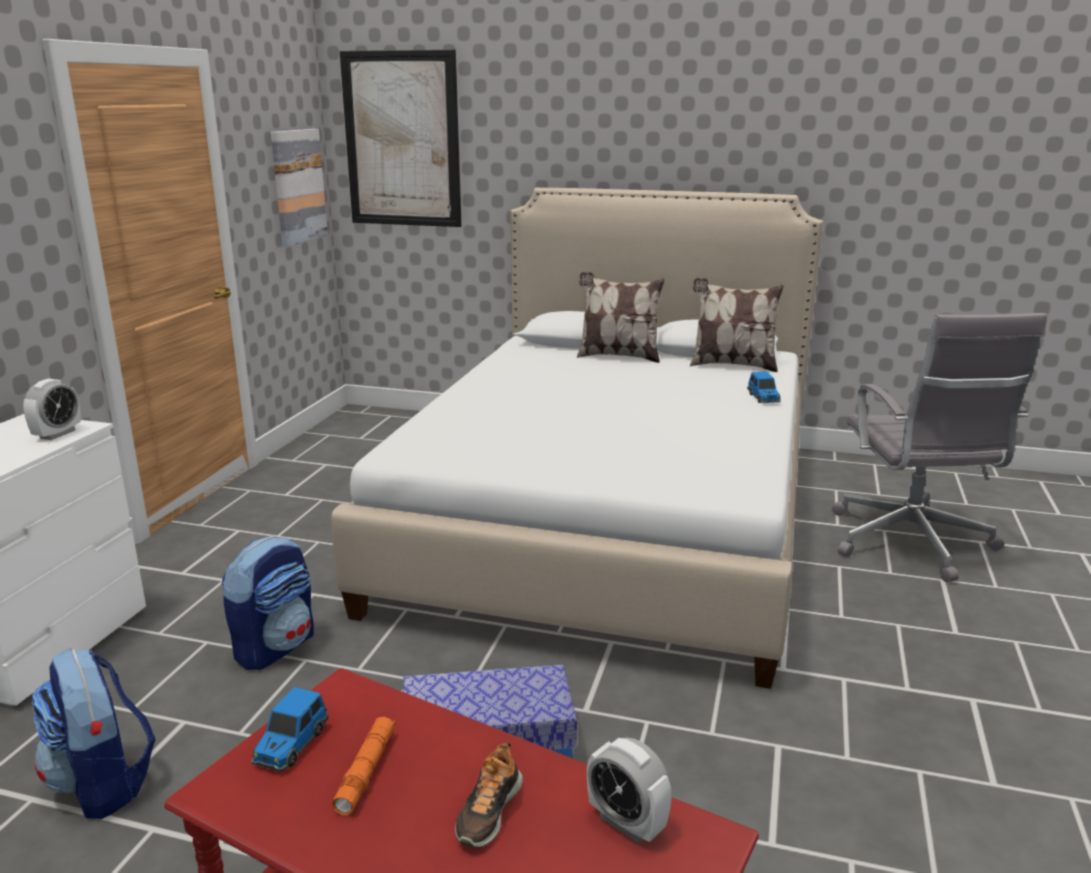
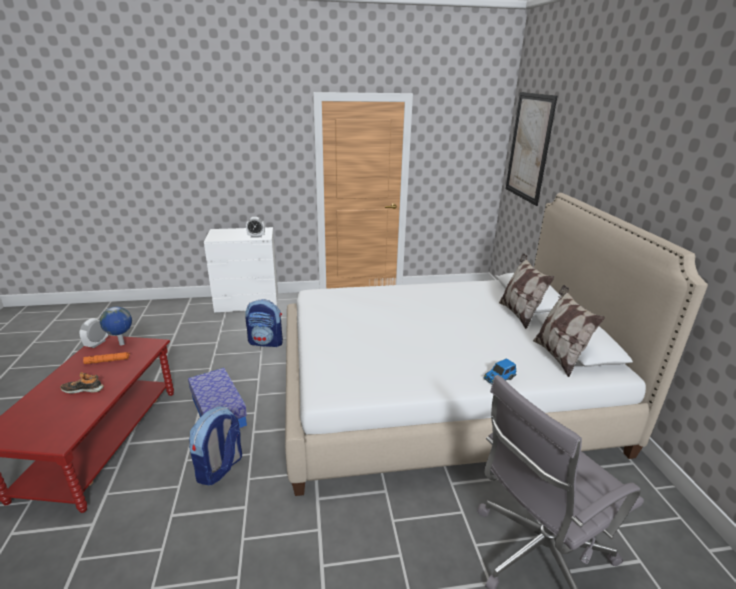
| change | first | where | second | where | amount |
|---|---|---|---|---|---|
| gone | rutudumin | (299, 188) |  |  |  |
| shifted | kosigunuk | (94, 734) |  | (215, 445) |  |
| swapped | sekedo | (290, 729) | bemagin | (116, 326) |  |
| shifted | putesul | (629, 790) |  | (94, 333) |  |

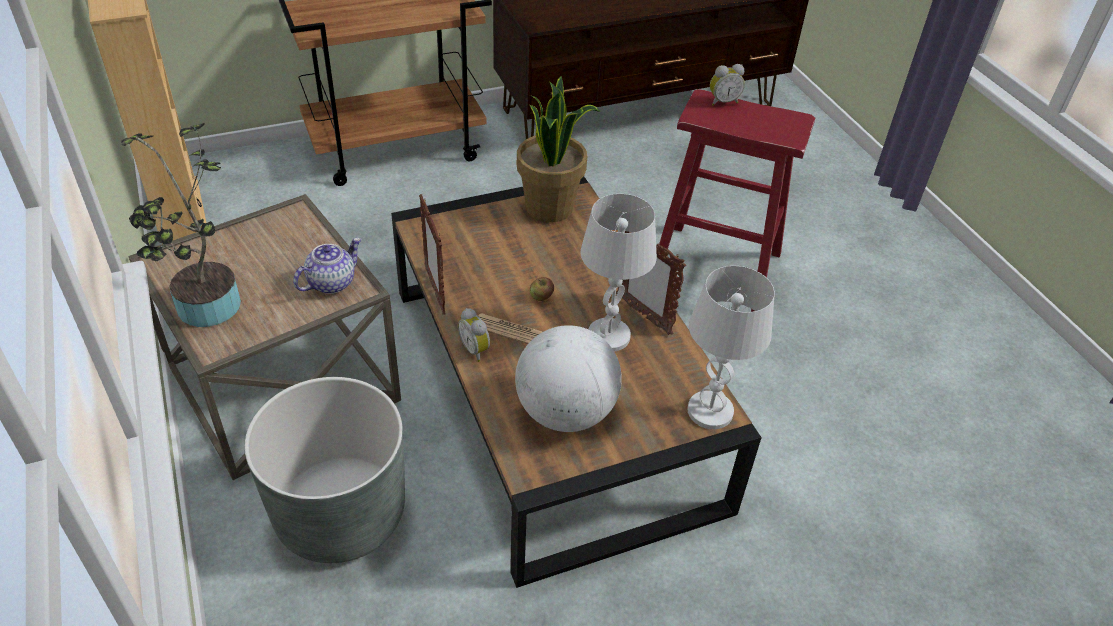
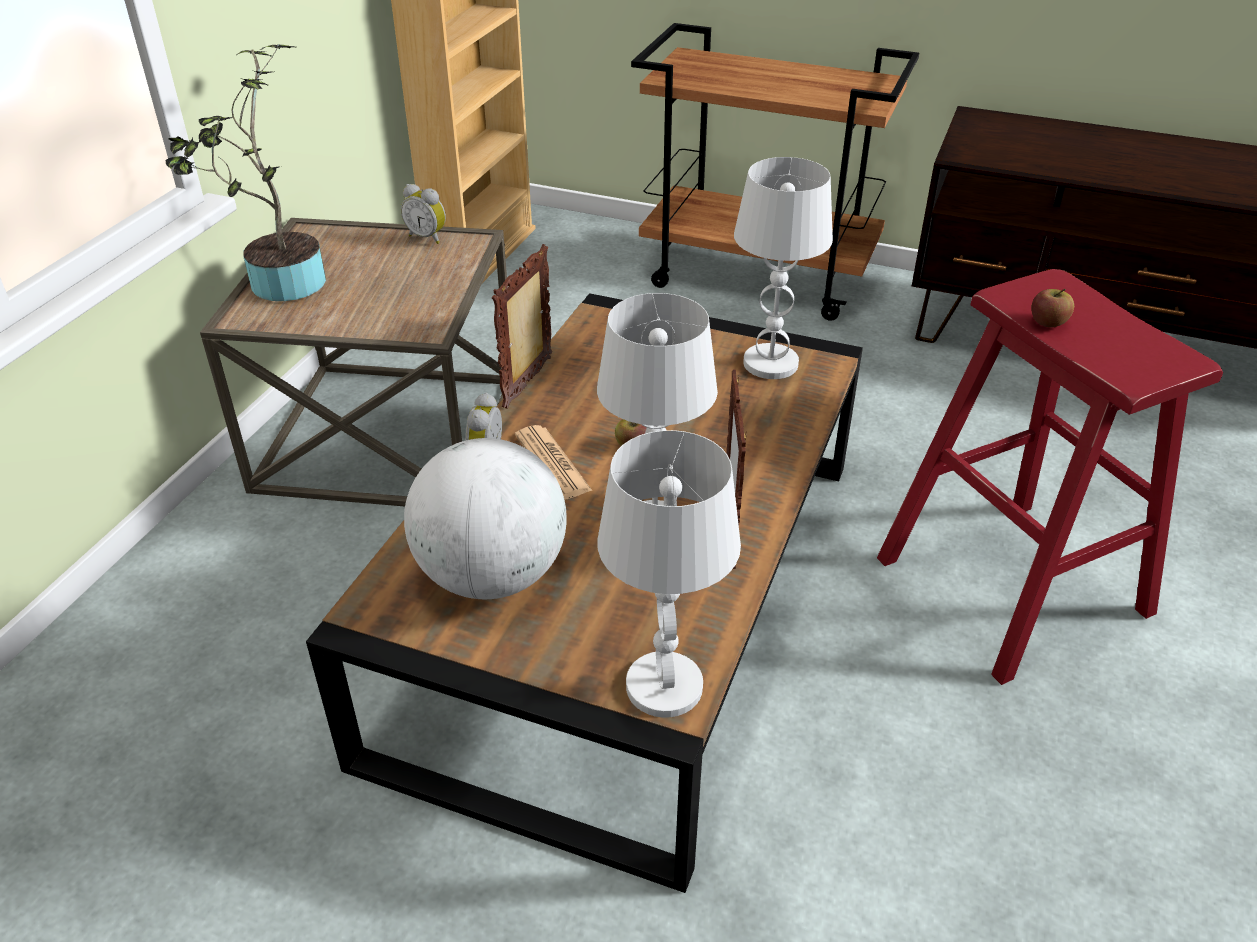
| change | first | where | second | where | amount |
|---|---|---|---|---|---|
| shifted | putesul | (727, 85) |  | (423, 214) |  |
| swapped | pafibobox | (558, 149) | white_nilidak | (783, 268) |  |
| gone | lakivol | (327, 266) |  |  |  |
| gone | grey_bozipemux | (324, 470) |  |  |  |
| new |  |  | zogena | (1052, 308) |  |

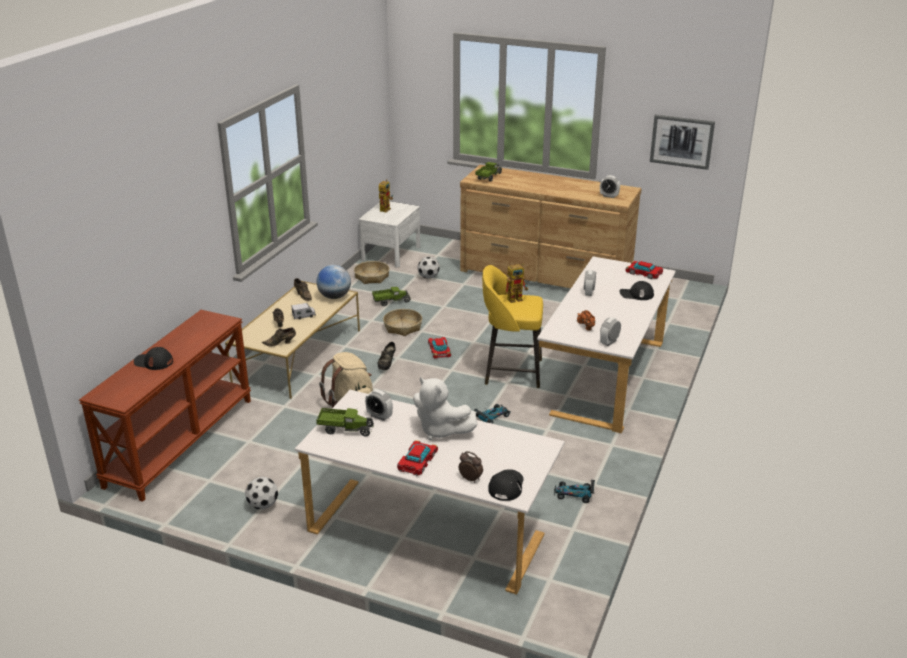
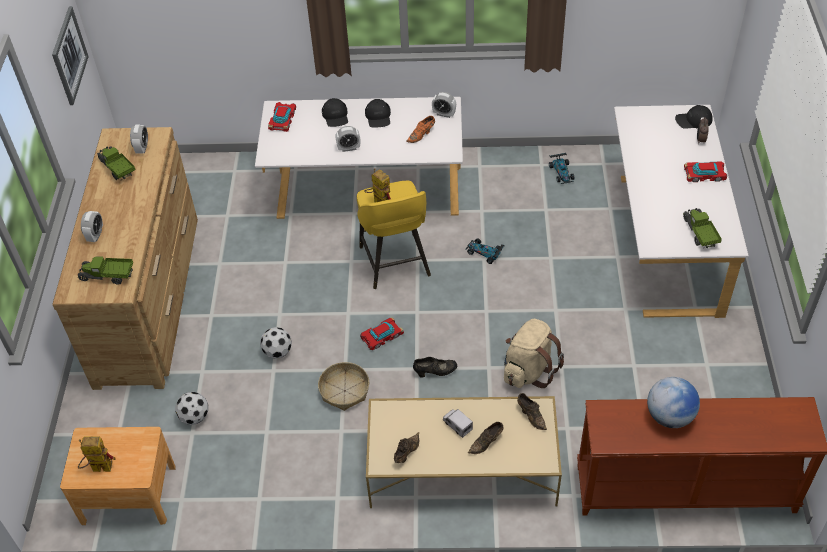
| change | first | where | second | where | amount |
|---|---|---|---|---|---|
| repainted | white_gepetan | (389, 234) | brown_gepetan | (118, 476) |  |
| gone | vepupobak | (372, 272) |  |  |  |
| shifted | bemagin | (334, 282) |  | (673, 402) |  |
| shifted | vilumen | (391, 296) |  | (116, 163) |  |
| shifted | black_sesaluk | (153, 358) |  | (378, 113) |  |
| gone | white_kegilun | (445, 408) |  |  |  |
| shifted | putesul | (379, 405) |  | (92, 226) |  |
| shifted | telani | (261, 493) |  | (276, 343) |  |

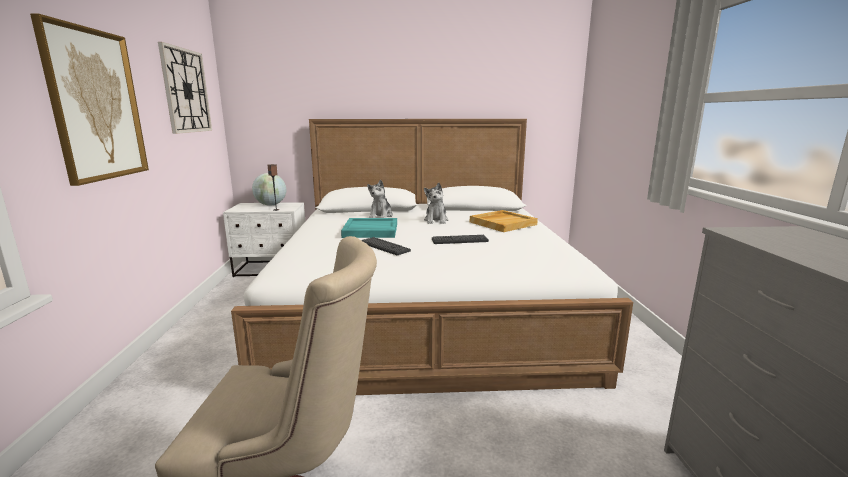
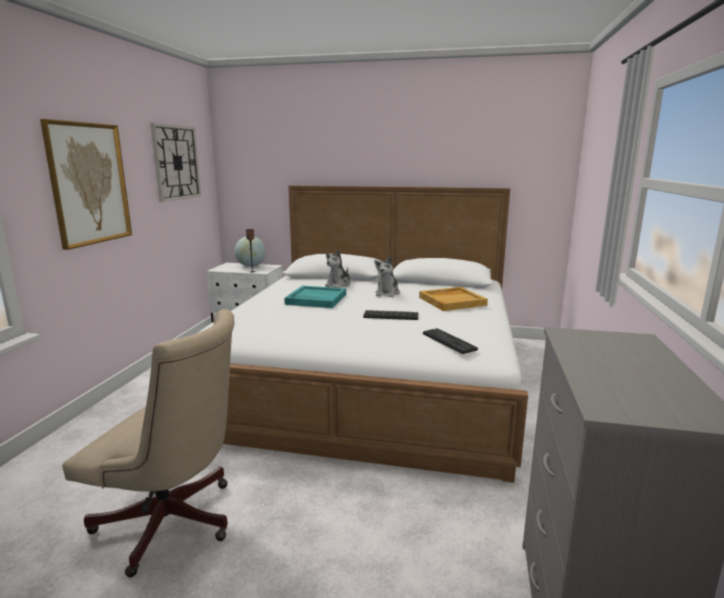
| change | first | where | second | where | amount |
|---|---|---|---|---|---|
| shifted | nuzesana | (386, 246) |  | (450, 341) |  |

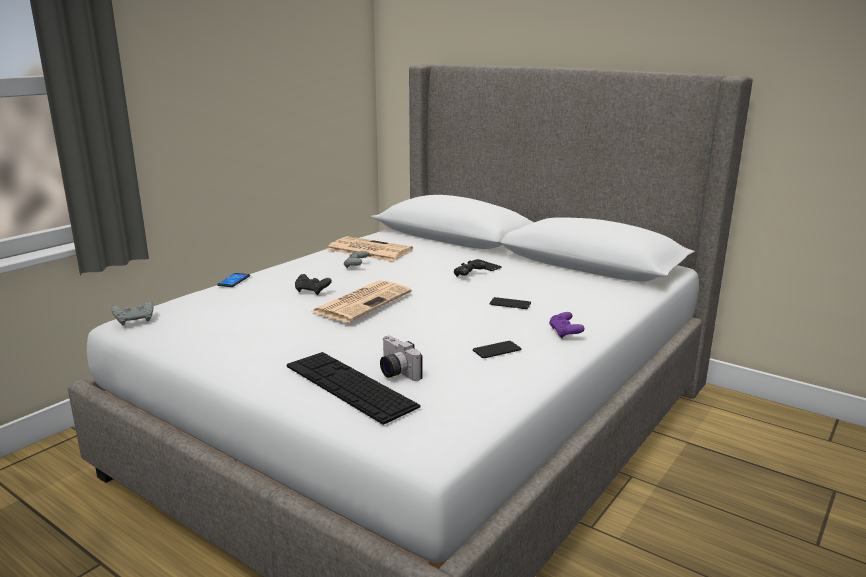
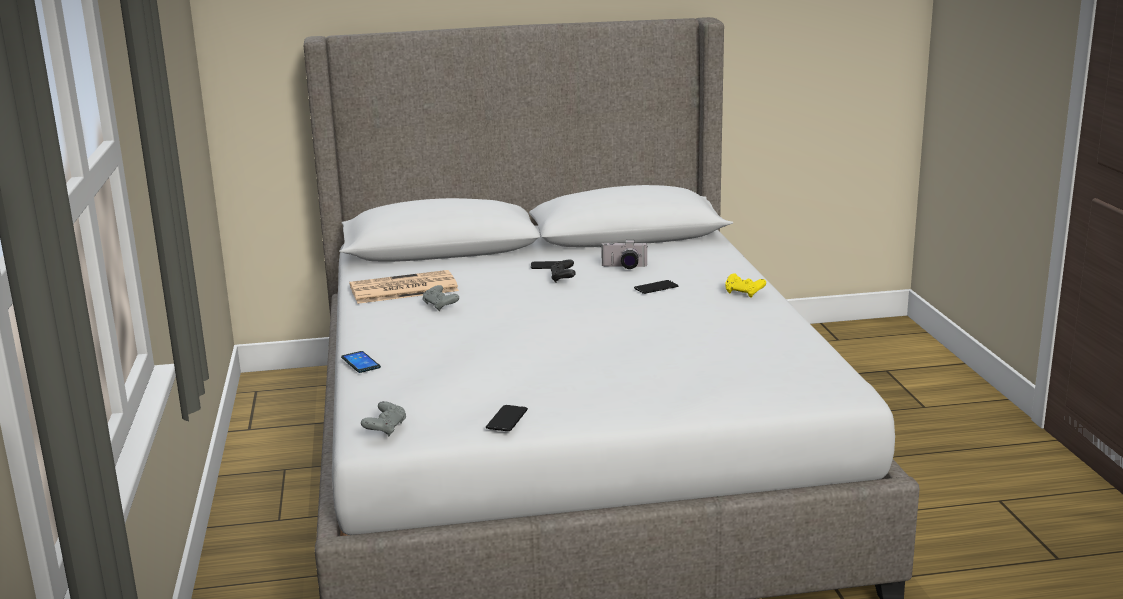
| change | first | where | second | where | amount |
|---|---|---|---|---|---|
| gone | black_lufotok | (313, 284) |  |  |  |
| gone | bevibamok | (361, 301) |  |  |  |
| repainted | purple_lufotok | (567, 325) | yellow_lufotok | (745, 285) |  |
| shifted | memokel | (401, 358) |  | (624, 254) |  |
| shifted | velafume | (497, 349) |  | (507, 418) |  |
| gone | nuzesana | (353, 388) |  |  |  |

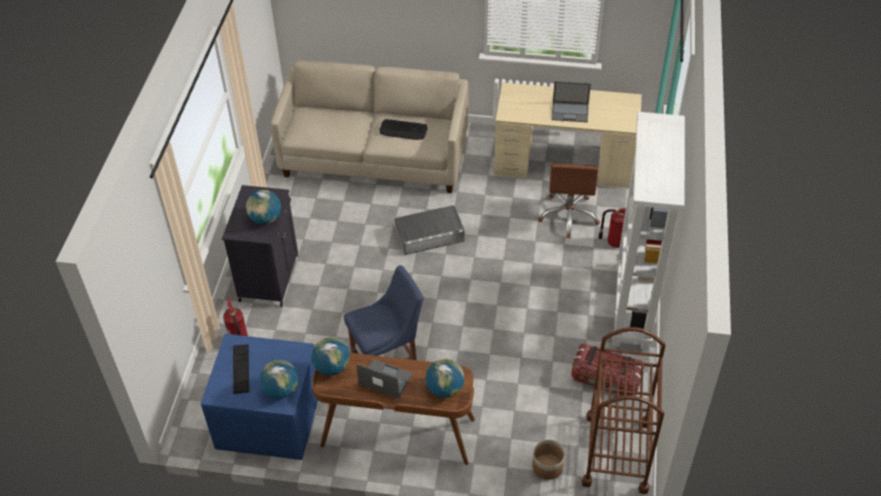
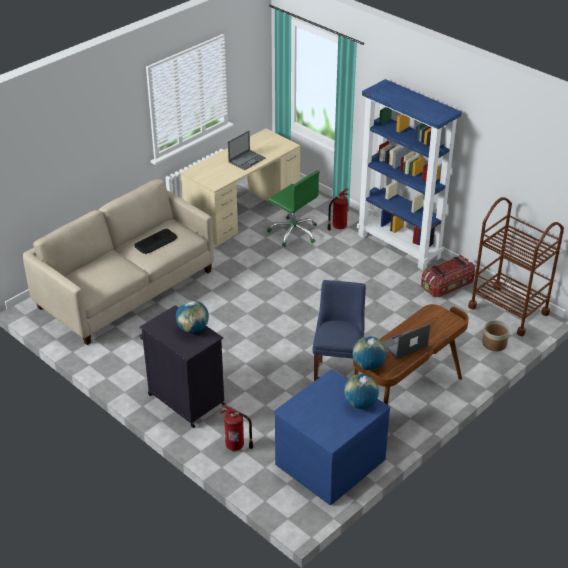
| change | first | where | second | where | amount |
|---|---|---|---|---|---|
| repainted | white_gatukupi | (648, 231) | blue_gatukupi | (409, 174) |  |
| repainted | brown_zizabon | (569, 200) | green_zizabon | (293, 208) |  |
| gone | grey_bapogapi | (429, 230) |  |  |  |
| gone | nuzesana | (241, 369) |  |  |  |
| gone | bemagin | (445, 378) |  |  |  |

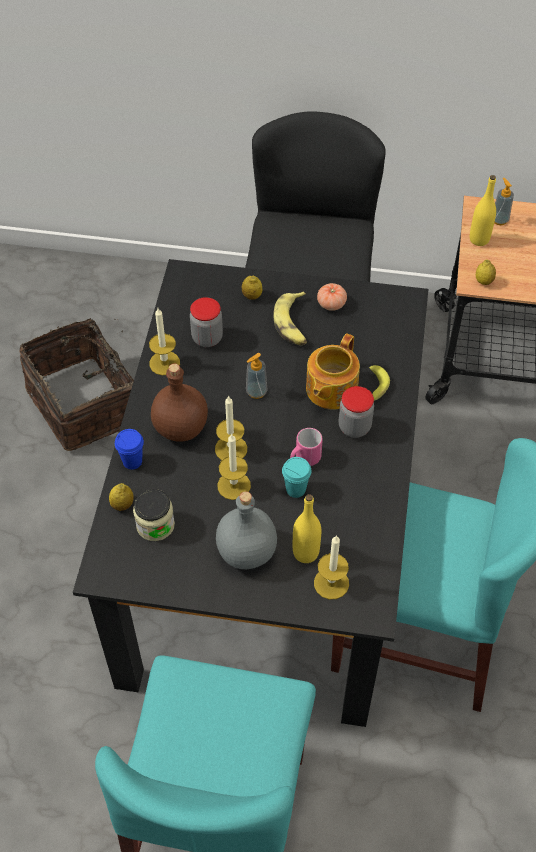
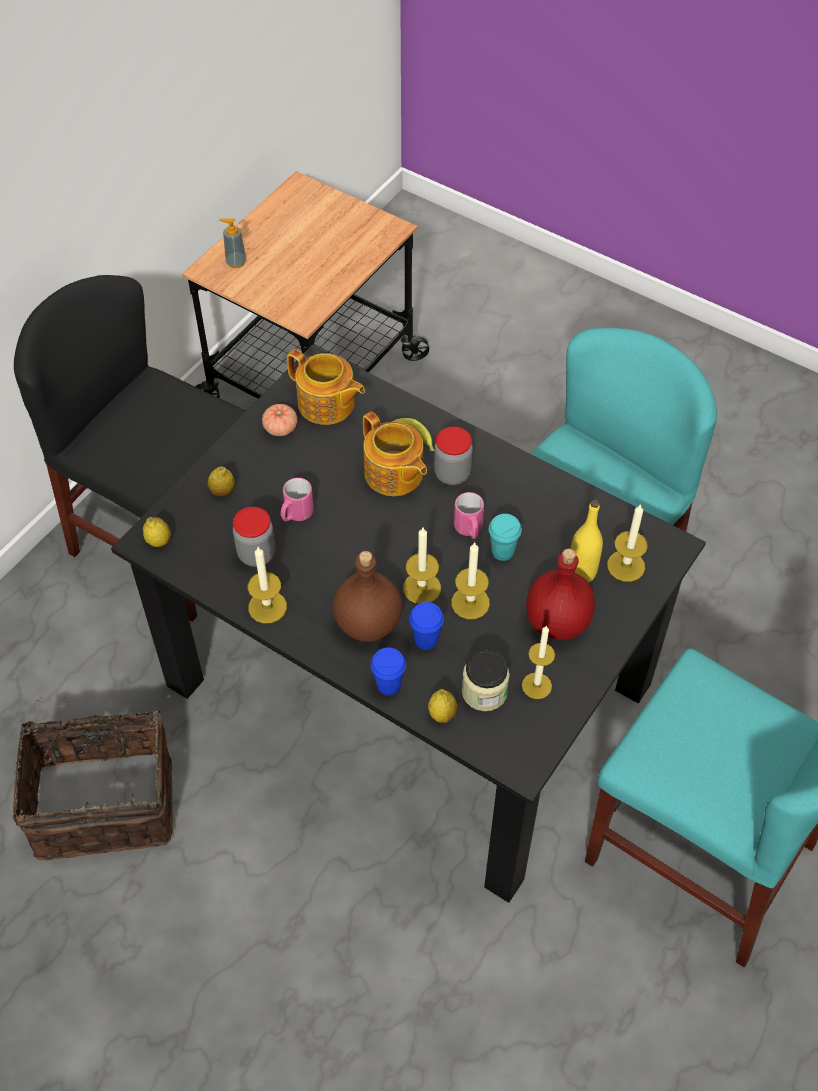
| change | first | where | second | where | amount |
|---|---|---|---|---|---|
| gone | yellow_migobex | (483, 210) |  |  |  |
| shifted | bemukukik | (486, 272) |  | (157, 532) |  |
| gone | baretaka | (290, 318) |  |  |  |
| gone | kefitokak | (257, 376) |  |  |  |
| repainted | grey_migobex | (246, 530) | red_migobex | (560, 594) |  |
| new |  |  | lakivol | (326, 387) |  |
| new |  |  | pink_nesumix | (297, 500) |  |
| new |  |  | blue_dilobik | (426, 626) |  |
| new |  |  | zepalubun | (538, 662) |  |

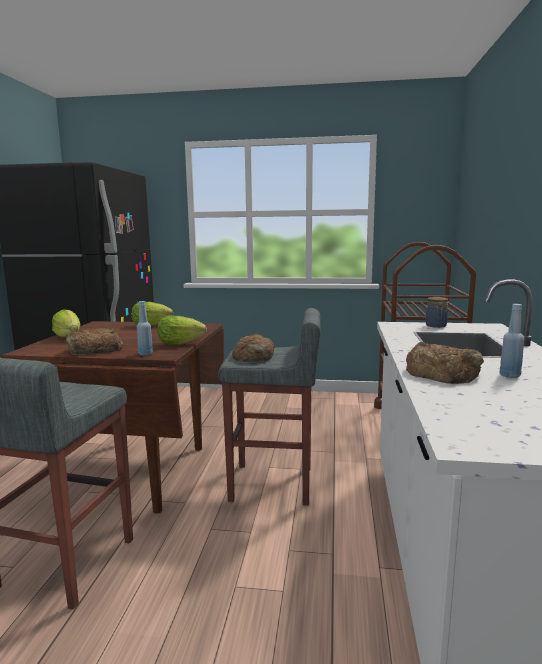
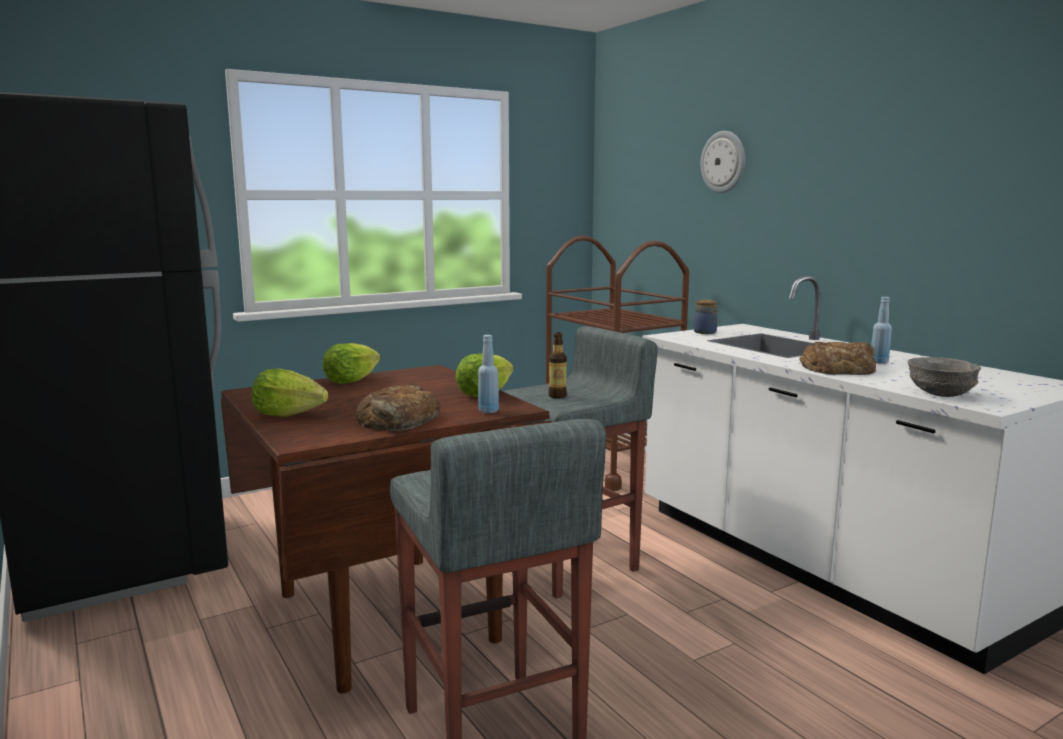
| change | first | where | second | where | amount |
|---|---|---|---|---|---|
| swapped | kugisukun | (253, 348) | migobex | (558, 365) |  |
| new |  |  | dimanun | (723, 162) |  |
| new |  |  | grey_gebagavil | (944, 377) |  |

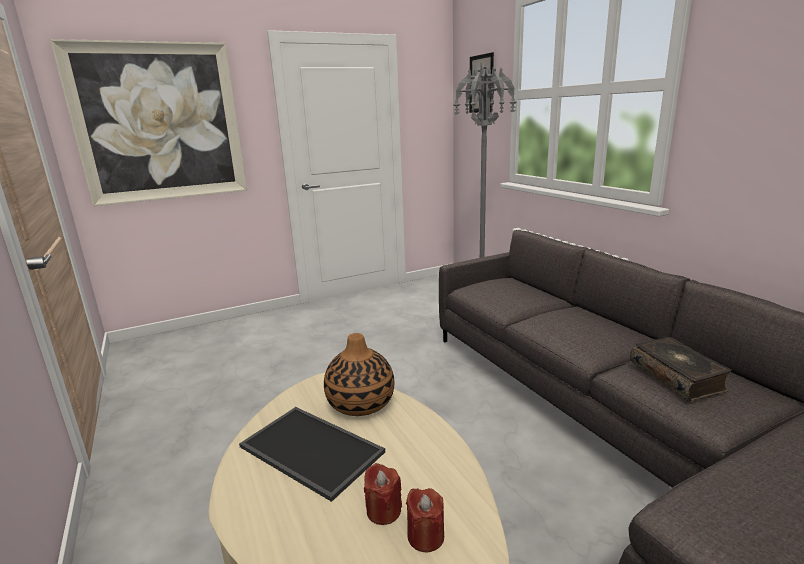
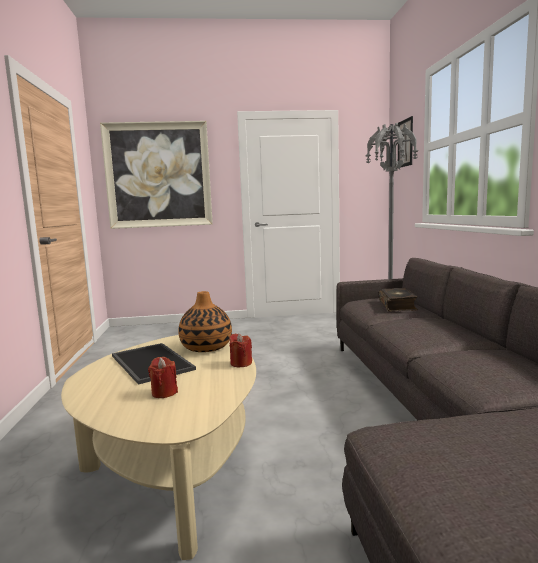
| change | first | where | second | where | amount |
|---|---|---|---|---|---|
| shifted | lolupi | (680, 369) |  | (398, 300) |  |
| shifted | red_zepalubun | (425, 520) |  | (241, 350) |  |

